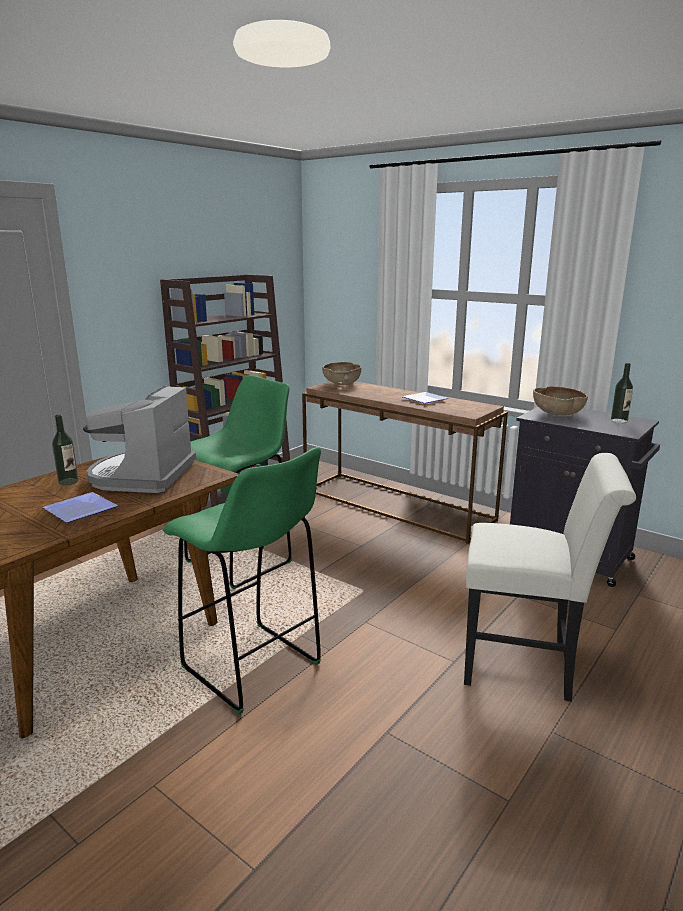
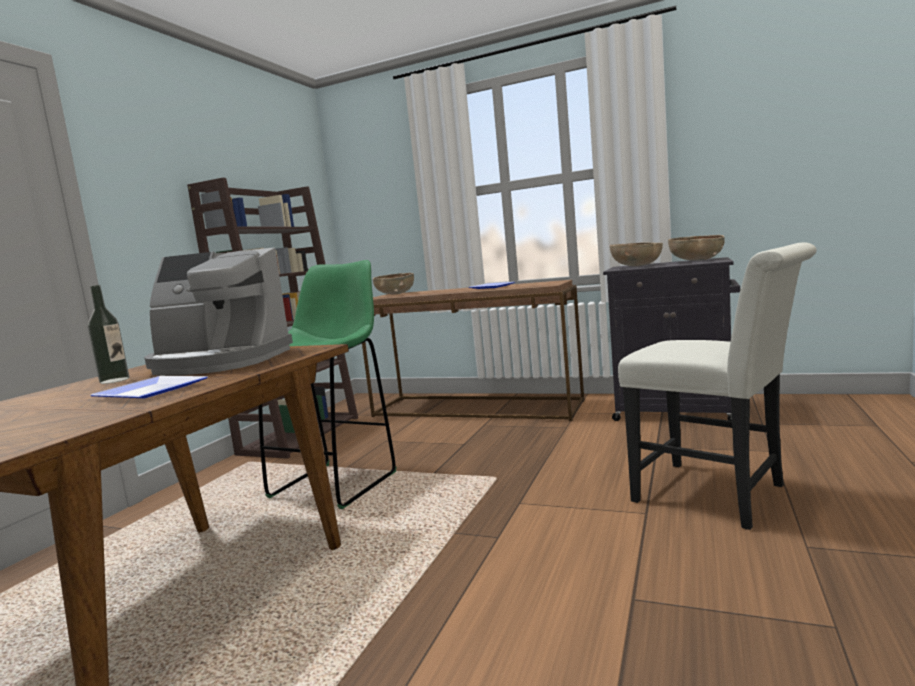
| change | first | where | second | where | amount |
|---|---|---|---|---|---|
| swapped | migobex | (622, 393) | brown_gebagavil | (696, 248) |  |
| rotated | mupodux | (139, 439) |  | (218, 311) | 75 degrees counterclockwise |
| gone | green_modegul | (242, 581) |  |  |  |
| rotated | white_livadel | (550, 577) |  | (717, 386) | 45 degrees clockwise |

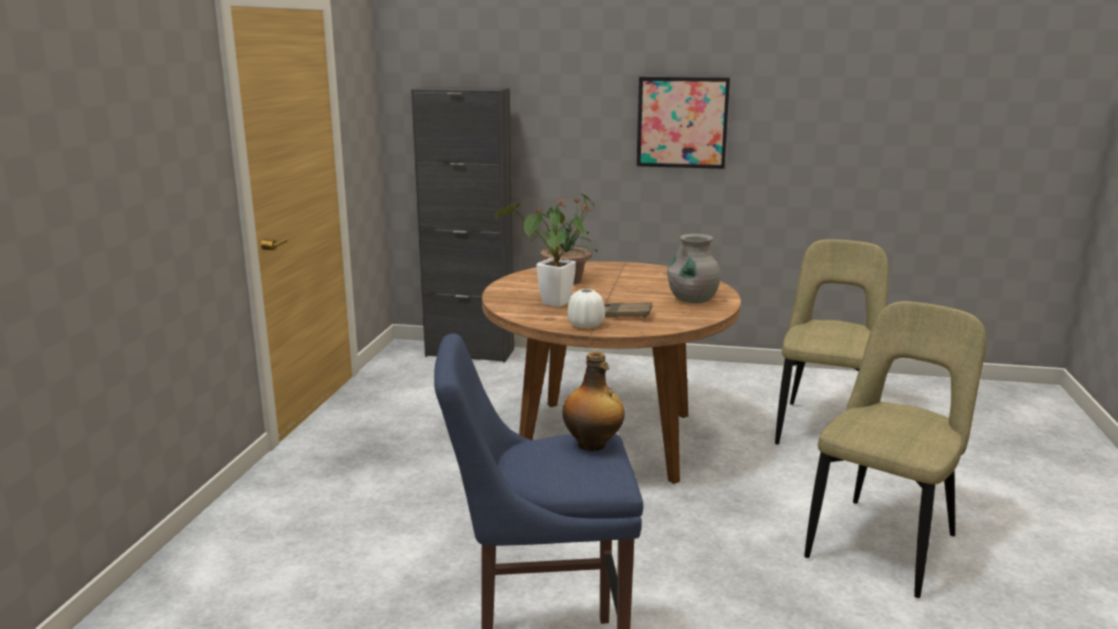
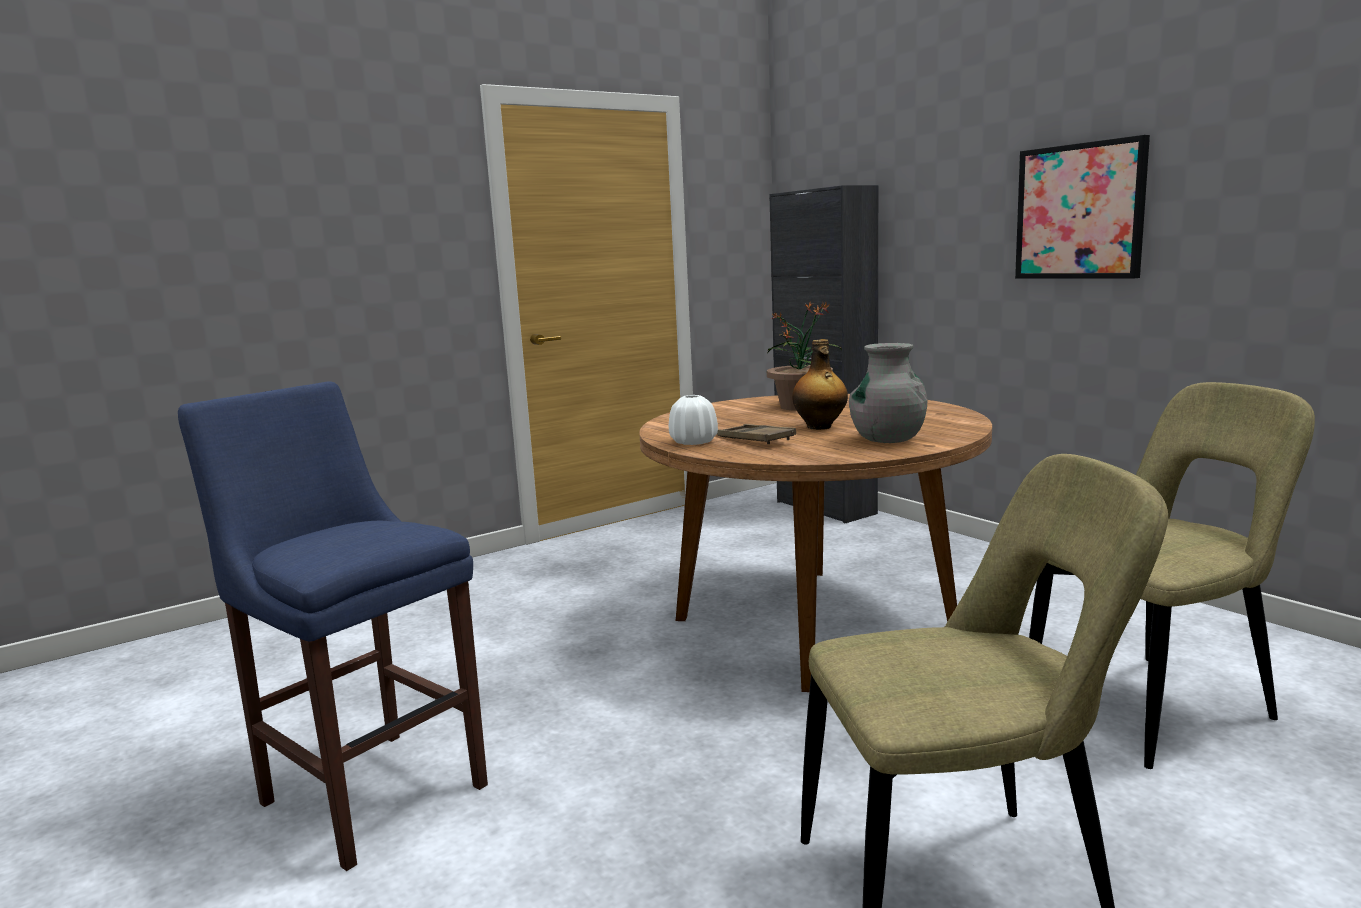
| change | first | where | second | where | amount |
|---|---|---|---|---|---|
| gone | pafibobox | (544, 250) |  |  |  |
| shifted | migobex | (593, 401) |  | (820, 384) |  |

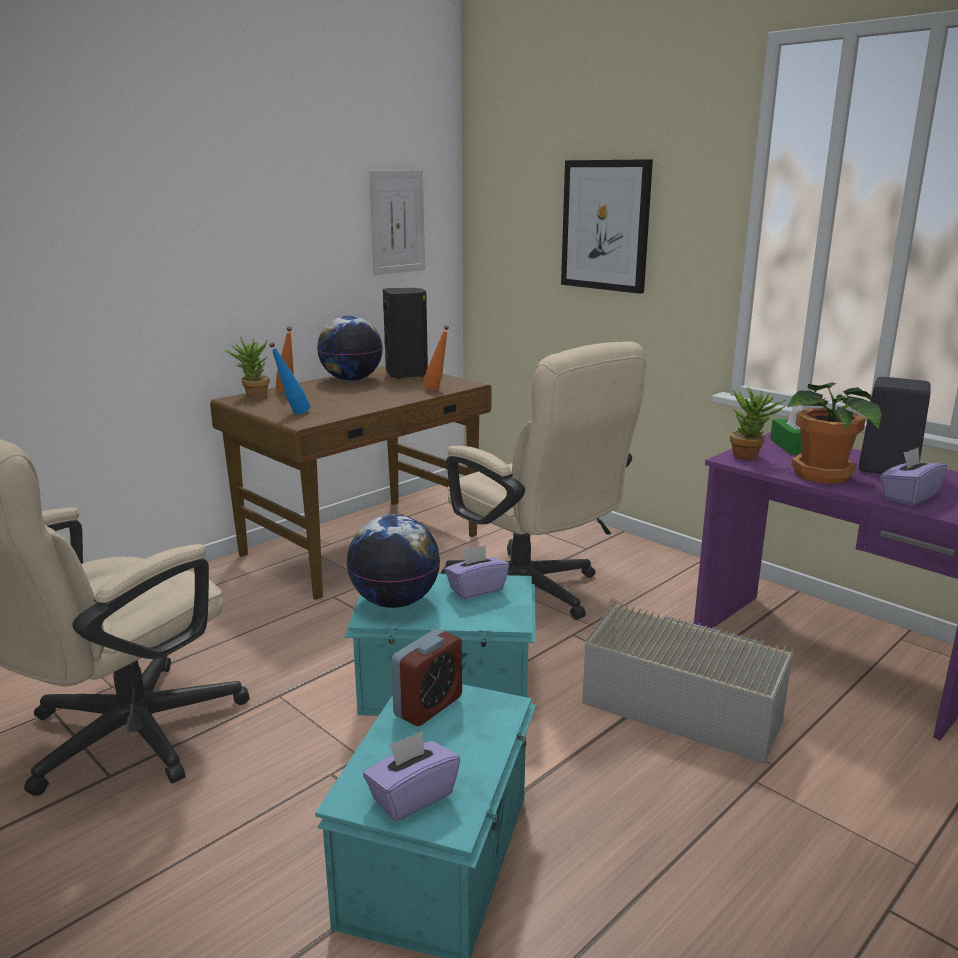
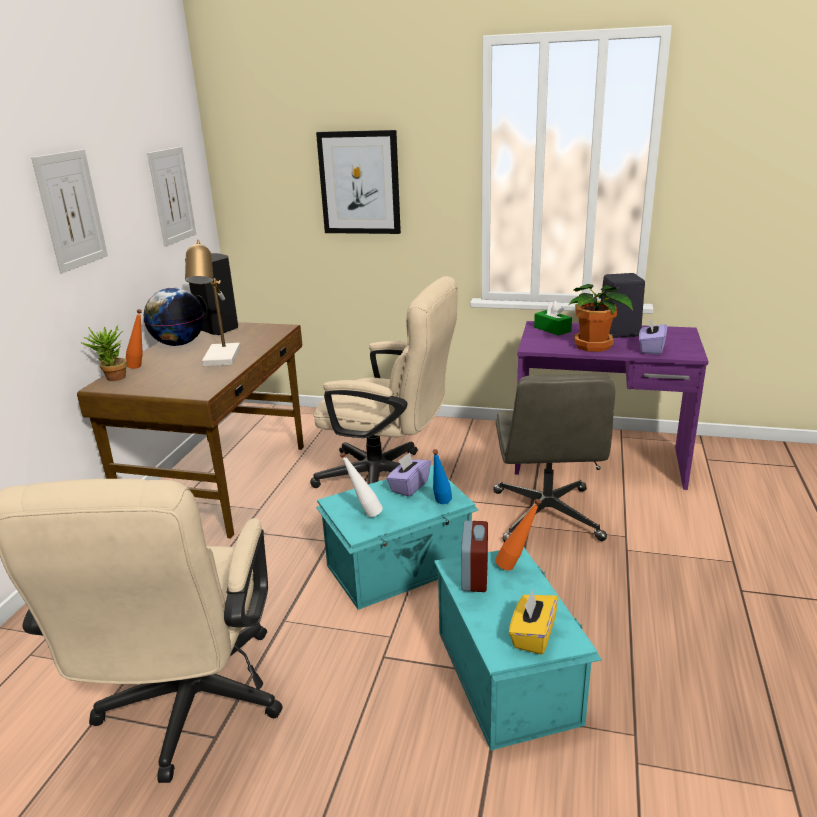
| change | first | where | second | where | amount |
|---|---|---|---|---|---|
| shifted | orange_migobex | (436, 358) |  | (518, 535) |  |
| shifted | blue_migobex | (290, 378) |  | (442, 476) |  |
| gone | pafibobox | (758, 423) |  |  |  |
| swapped | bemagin | (393, 561) | white_migobex | (361, 484) |  |
| swapped | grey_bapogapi | (687, 682) | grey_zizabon | (554, 458) |  |
| repainted | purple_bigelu | (411, 776) | yellow_bigelu | (533, 622) |  |
| new |  |  | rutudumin | (69, 211) |  |
| new |  |  | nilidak | (212, 303) |  |

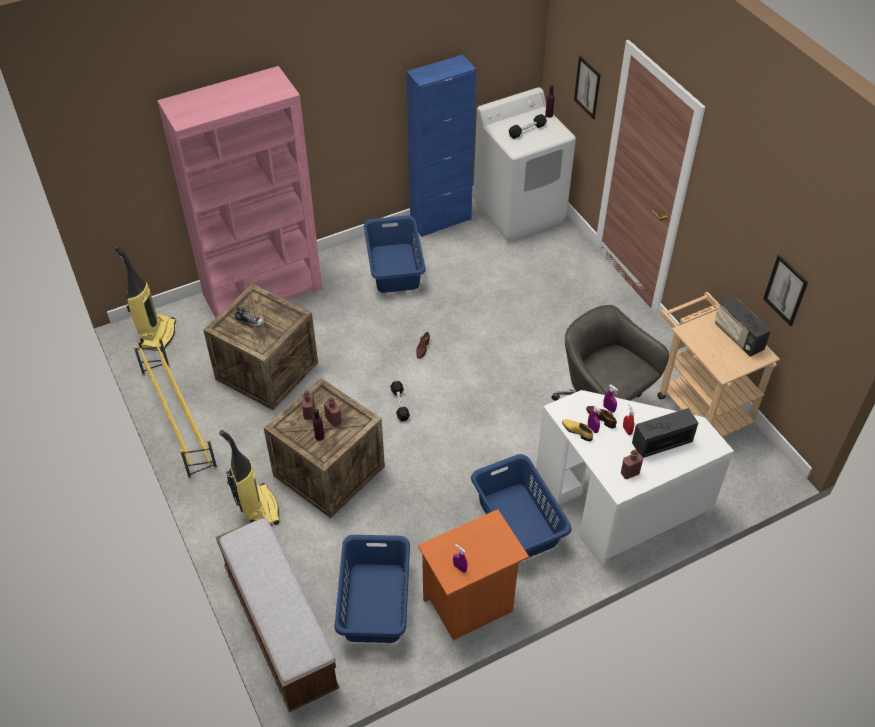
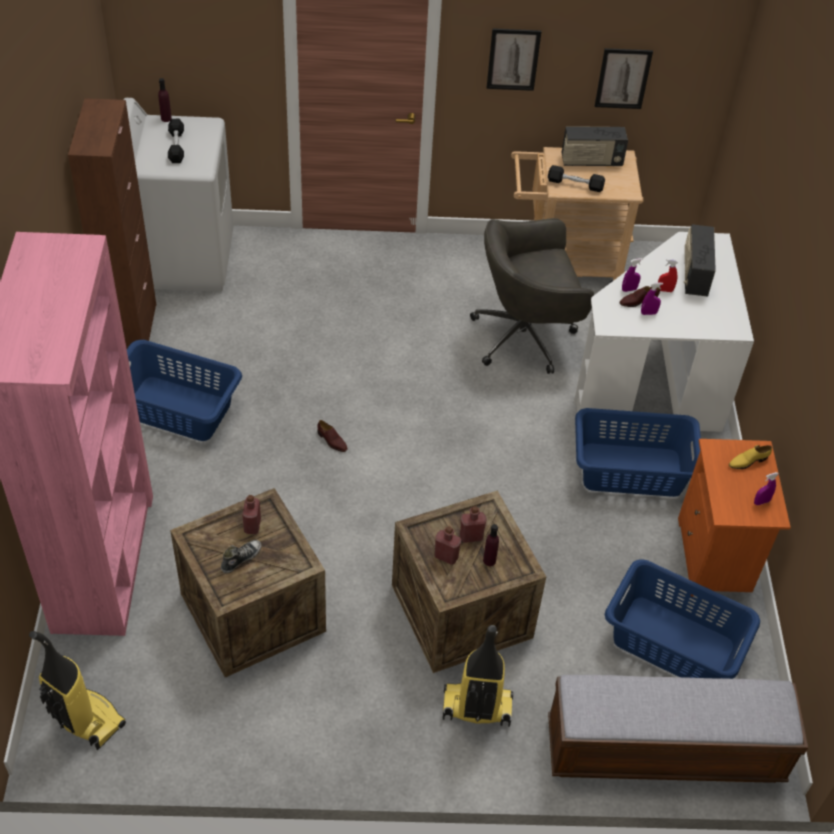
| change | first | where | second | where | amount |
|---|---|---|---|---|---|
| repainted | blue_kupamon | (441, 146) | brown_kupamon | (112, 223) |  |
| shifted | rutudumin | (587, 87) |  | (514, 59) |  |
| gone | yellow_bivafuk | (175, 408) |  |  |  |
| shifted | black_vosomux | (400, 401) |  | (576, 178) |  |
| shifted | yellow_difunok | (577, 430) |  | (750, 457) |  |
| shifted | red_migobex | (632, 464) |  | (251, 514) |  |

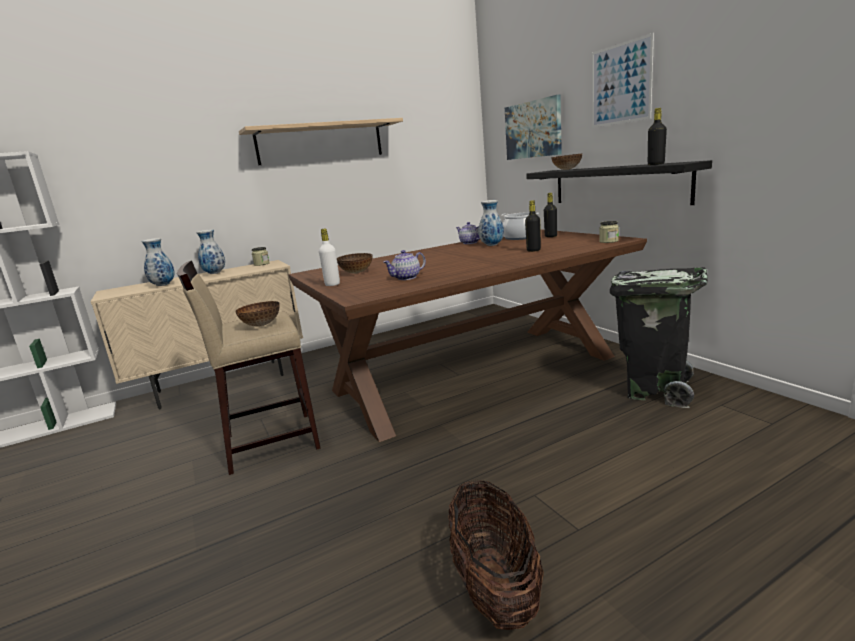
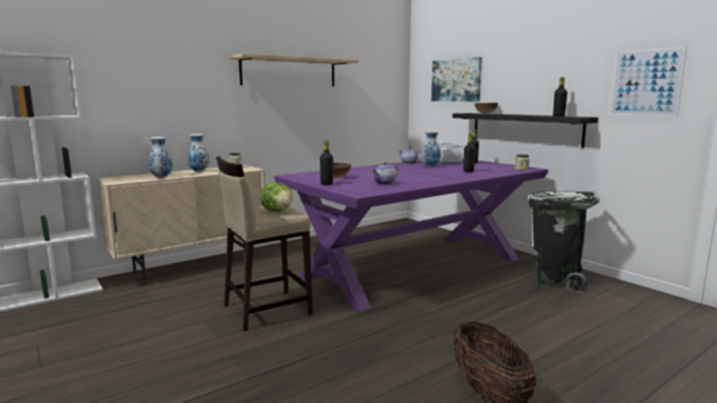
| change | first | where | second | where | amount |
|---|---|---|---|---|---|
| shifted | rutudumin | (623, 80) |  | (648, 81) |  |
| repainted | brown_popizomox | (467, 335) | purple_popizomox | (411, 234) |  |
| repainted | white_migobex | (329, 257) | black_migobex | (326, 162) |  |
| swapped | gebagavil | (257, 313) | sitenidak | (276, 197) |  |

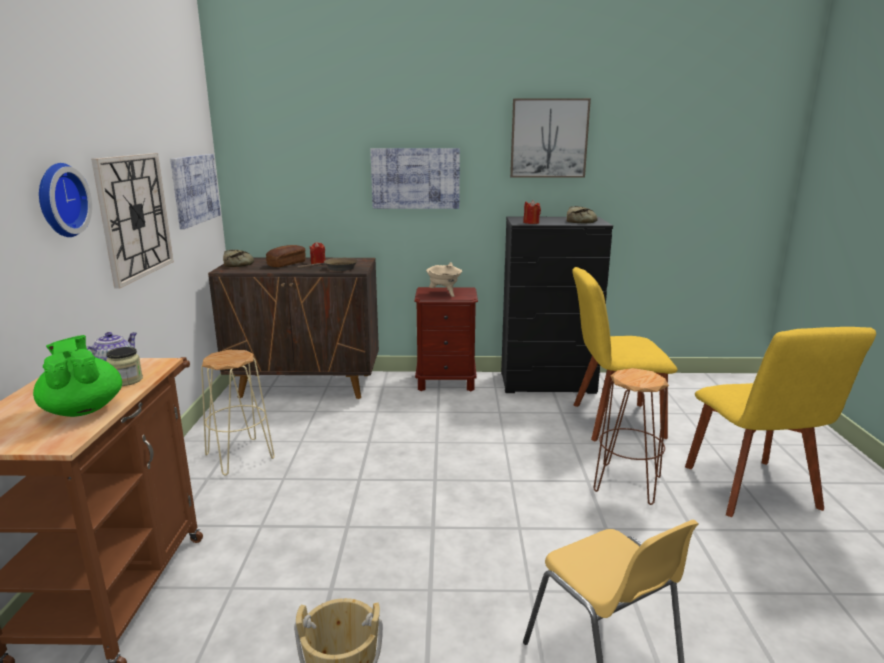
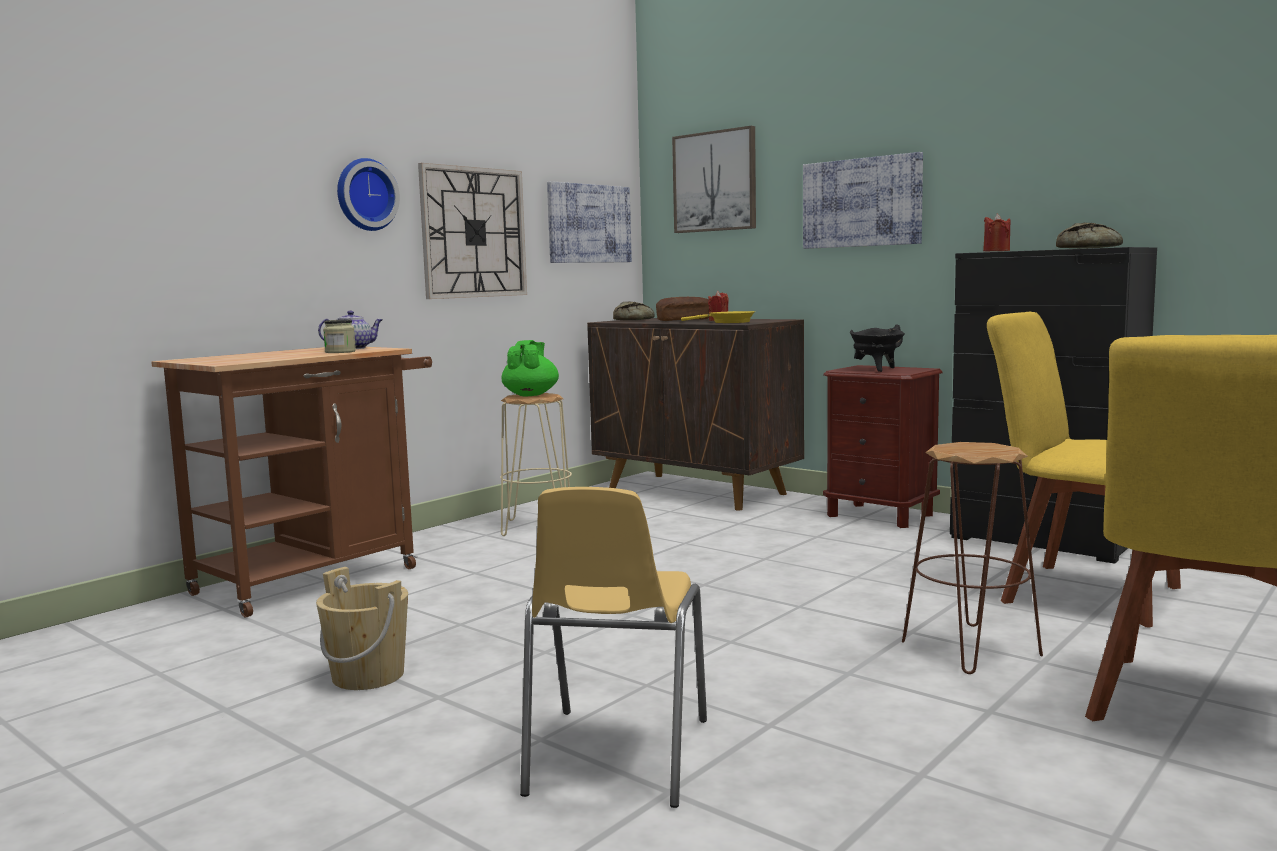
| change | first | where | second | where | amount |
|---|---|---|---|---|---|
| shifted | rutudumin | (550, 138) |  | (714, 179) |  |
| repainted | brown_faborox | (328, 264) | yellow_faborox | (718, 317) |  |
| repainted | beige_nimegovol | (444, 279) | black_nimegovol | (877, 348) |  |
| shifted | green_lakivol | (77, 376) |  | (530, 368) |  |

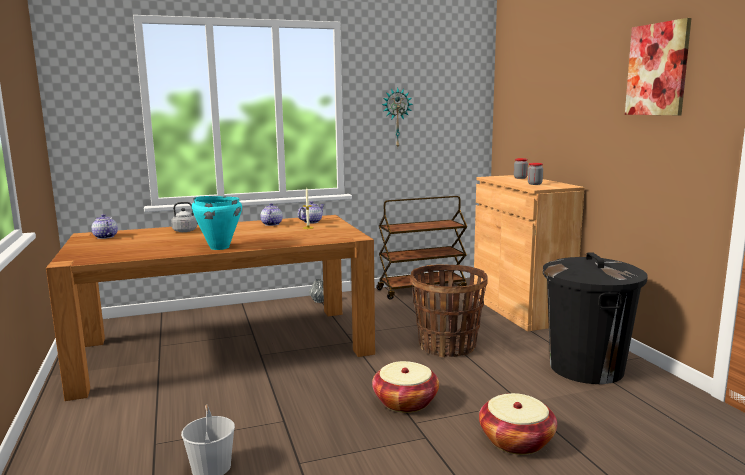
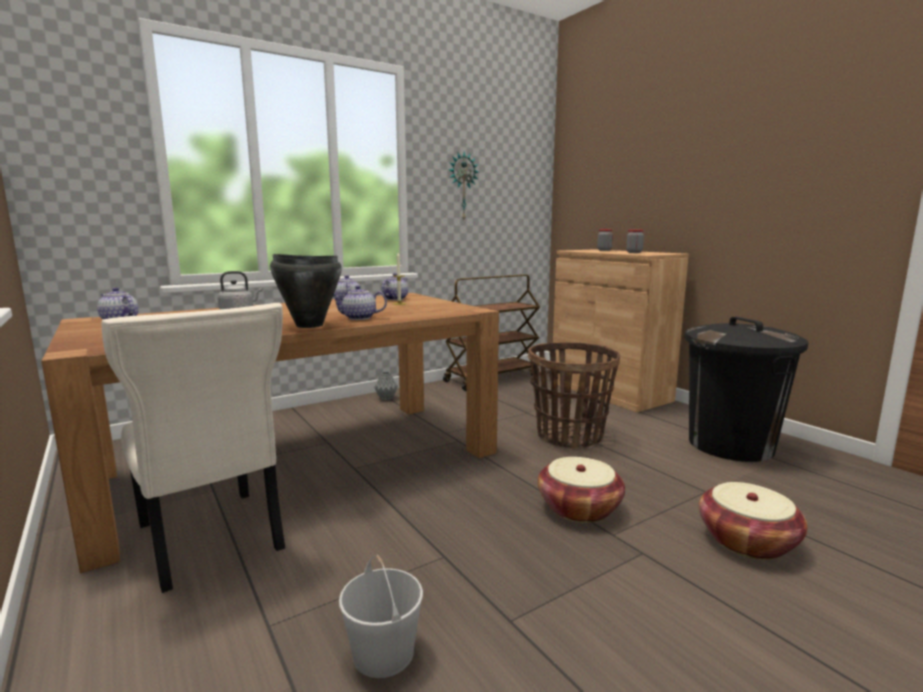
| change | first | where | second | where | amount |
|---|---|---|---|---|---|
| gone | rutudumin | (658, 66) |  |  |  |
| repainted | turquoise_nimegovol | (217, 223) | black_nimegovol | (306, 291) |  |
| new |  |  | lakivol | (360, 302) |  |
| new |  |  | beige_livadel | (193, 448) |  |

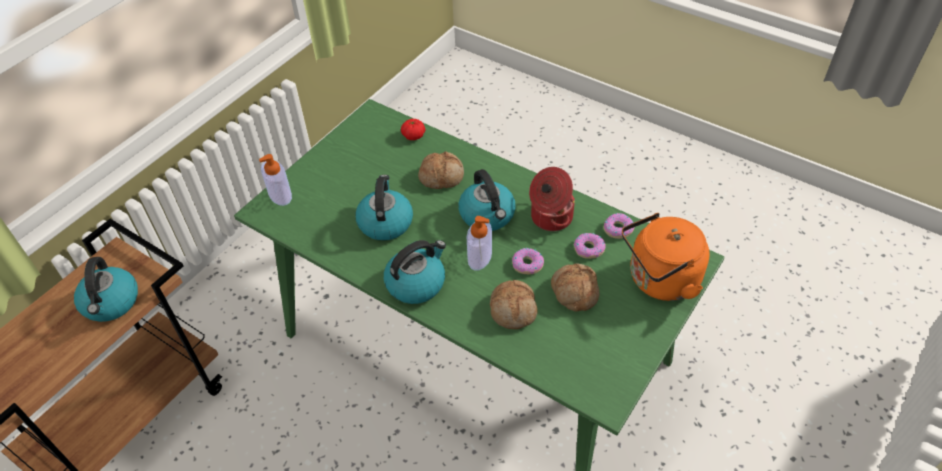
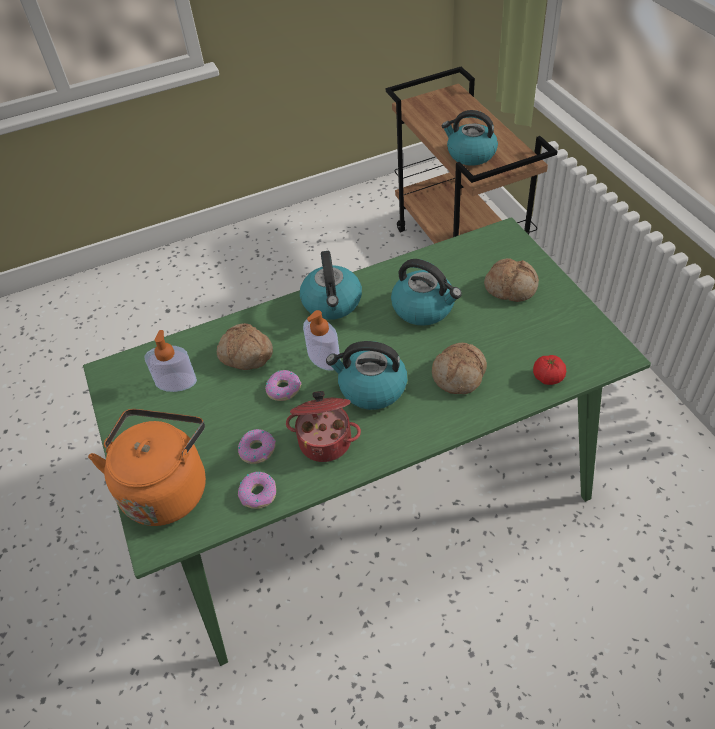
| change | first | where | second | where | amount |
|---|---|---|---|---|---|
| shifted | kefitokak | (275, 180) |  | (170, 361) |  |
| shifted | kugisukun | (575, 287) |  | (511, 280) |  |

